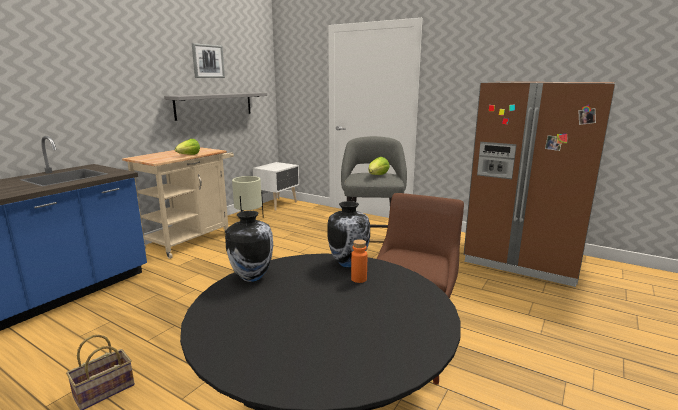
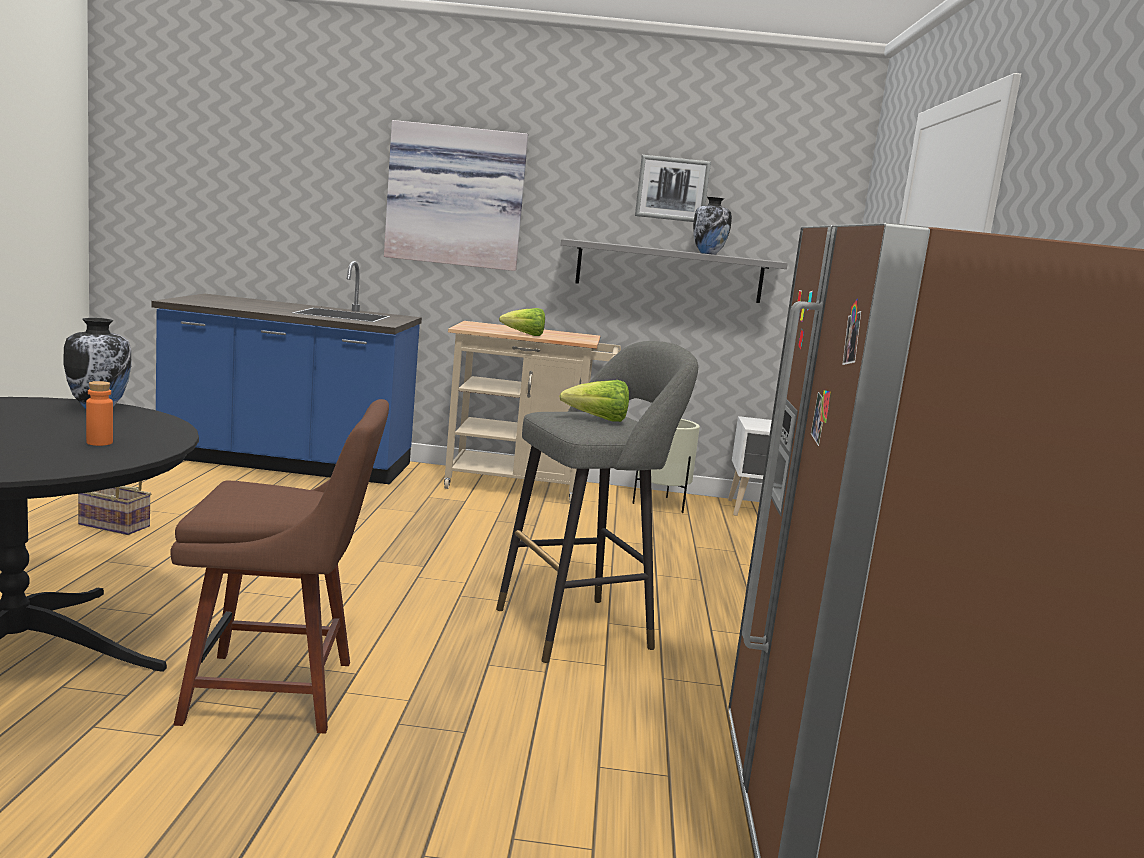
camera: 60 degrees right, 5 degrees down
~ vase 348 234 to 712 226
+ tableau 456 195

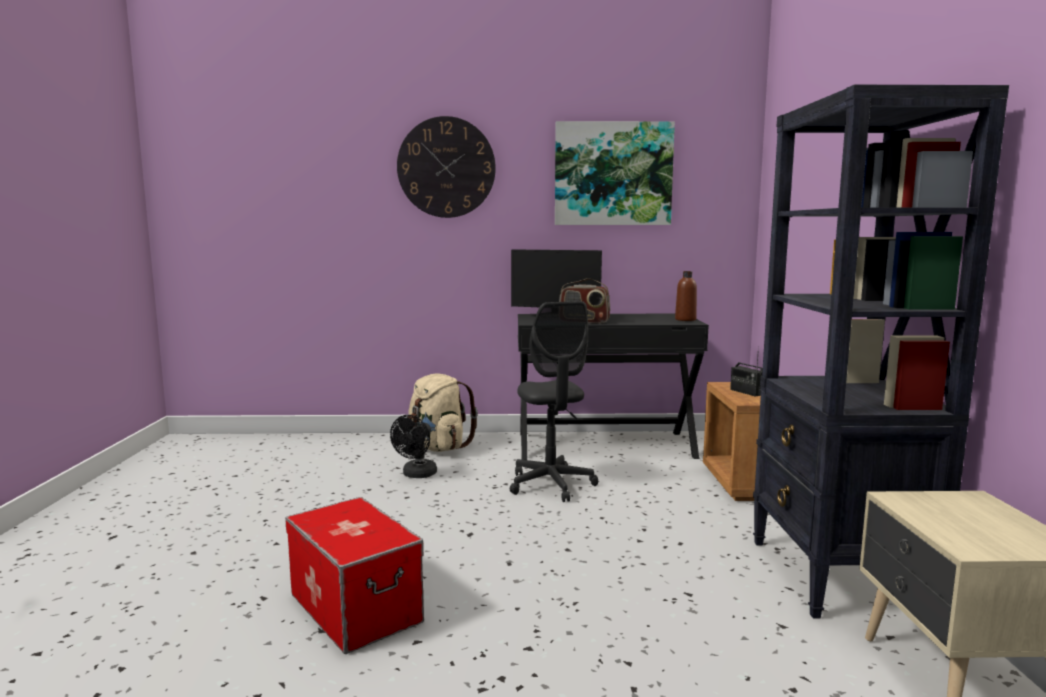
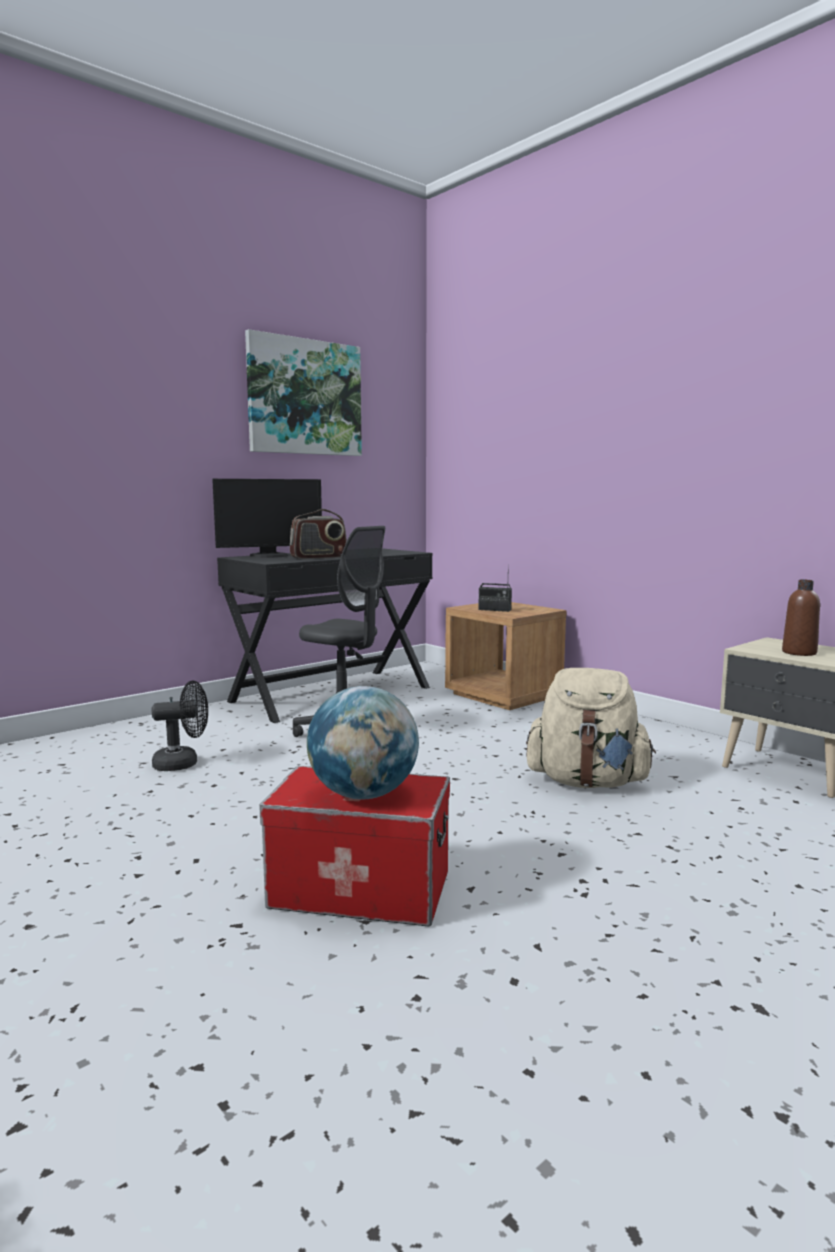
camera: 40 degrees left, 0 degrees up
~ ventilateur [noir] 413 446 = 180 726 90 degrees counterclockwise
- horloge murale 446 167
~ sac à dos [beige] 443 412 to 591 728
~ bouteille [marron] 686 296 to 801 618
- bibliothèque [noir] 881 351
+ globe 363 743

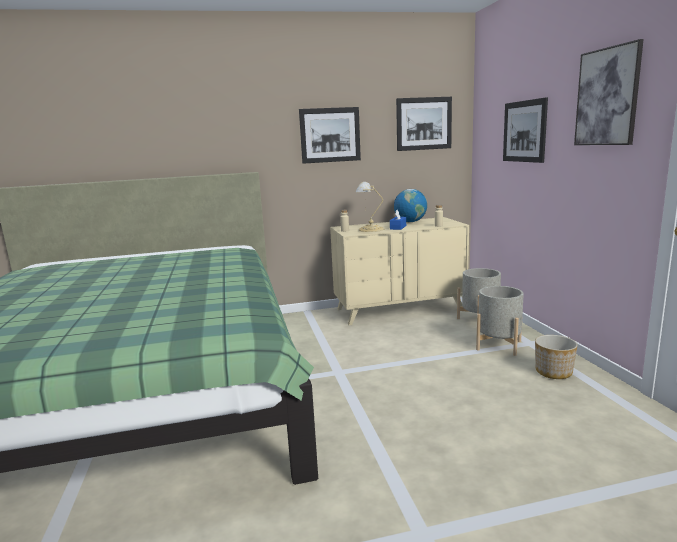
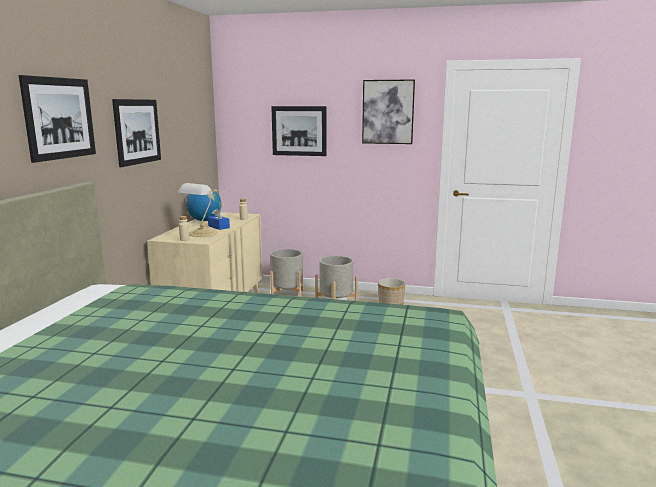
camera: 65 degrees left, 0 degrees up
~ tableau 424 124 to 57 119

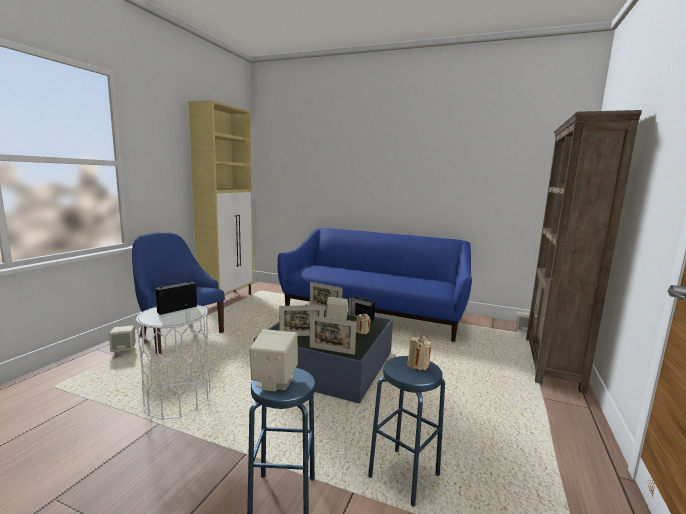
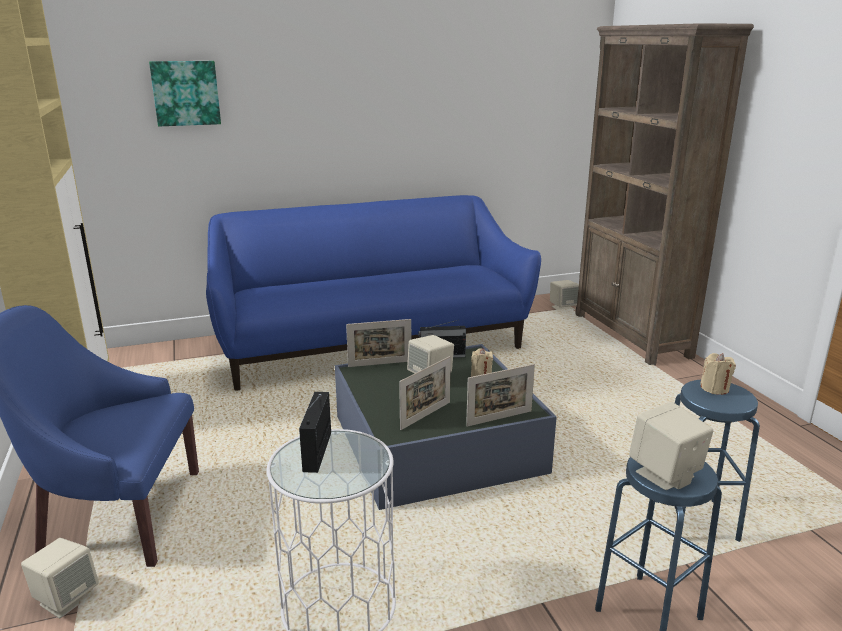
camera: 40 degrees left, 10 degrees up
+ tableau 185 93

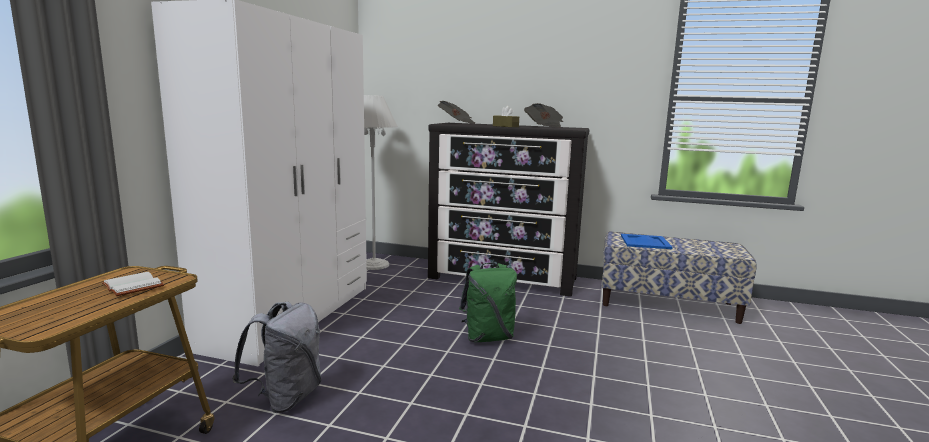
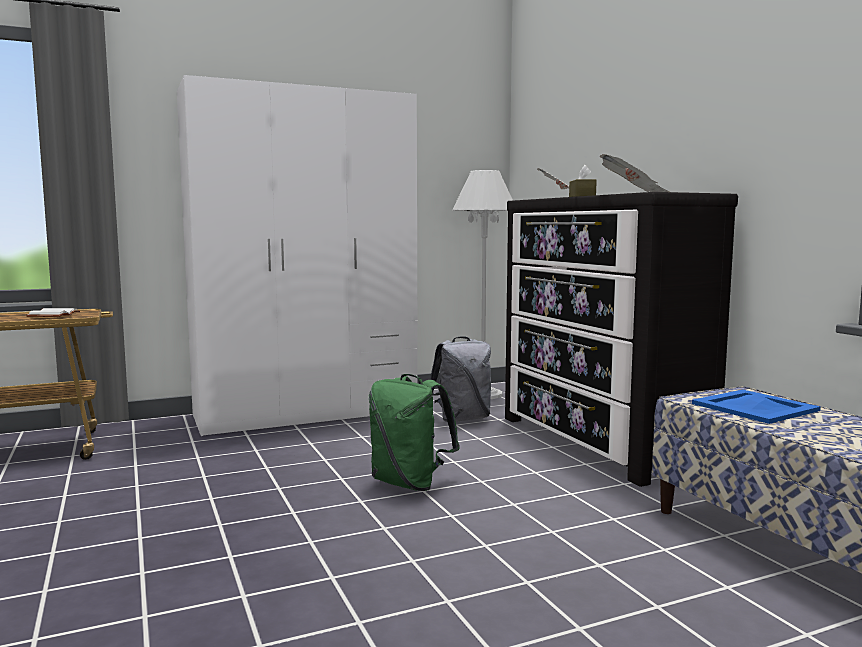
camera: 50 degrees right, 5 degrees down
~ sac à dos [gris] 277 357 to 460 379

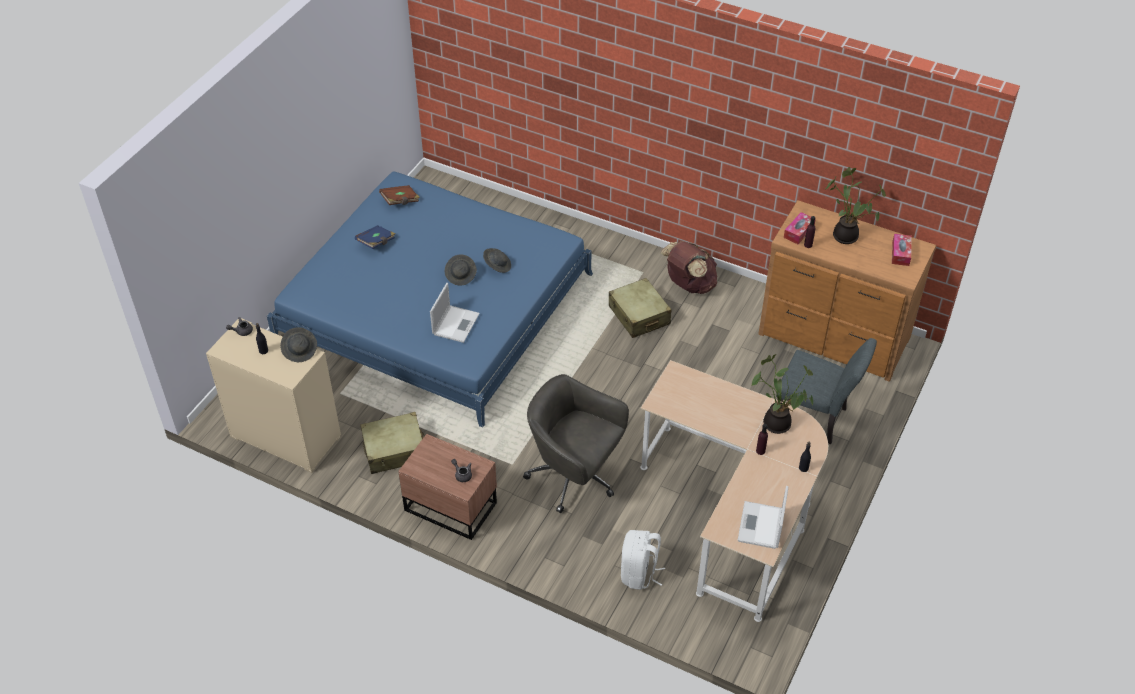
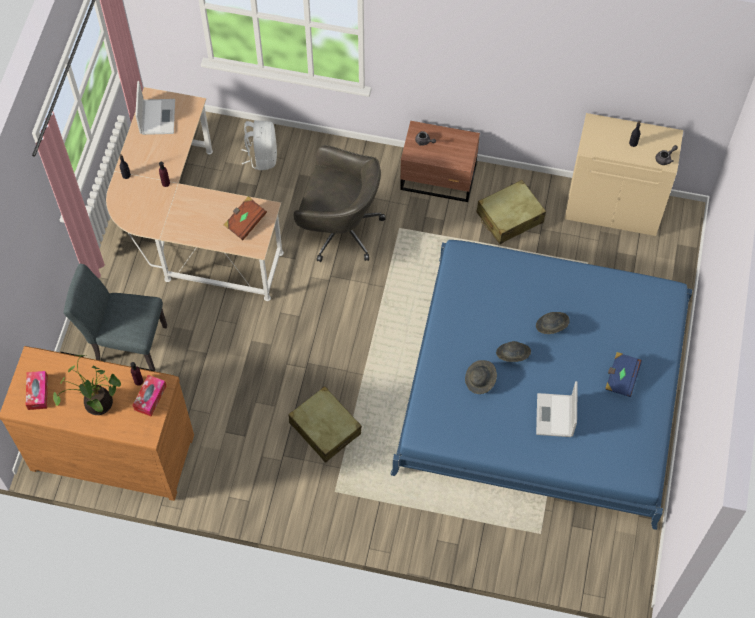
camera: 165 degrees right, 15 degrees up
~ chapeau [gris] 298 344 to 553 323
~ livre [marron] 399 195 to 245 218
~ ordinateur portable 455 313 to 557 409
- sac à dos [marron] 689 267
- plante en pot 782 394

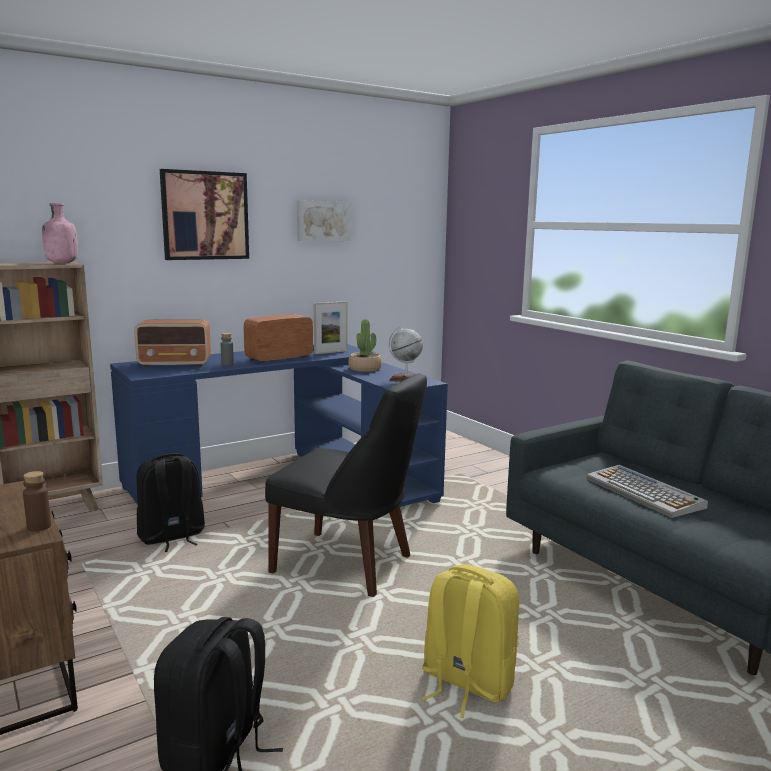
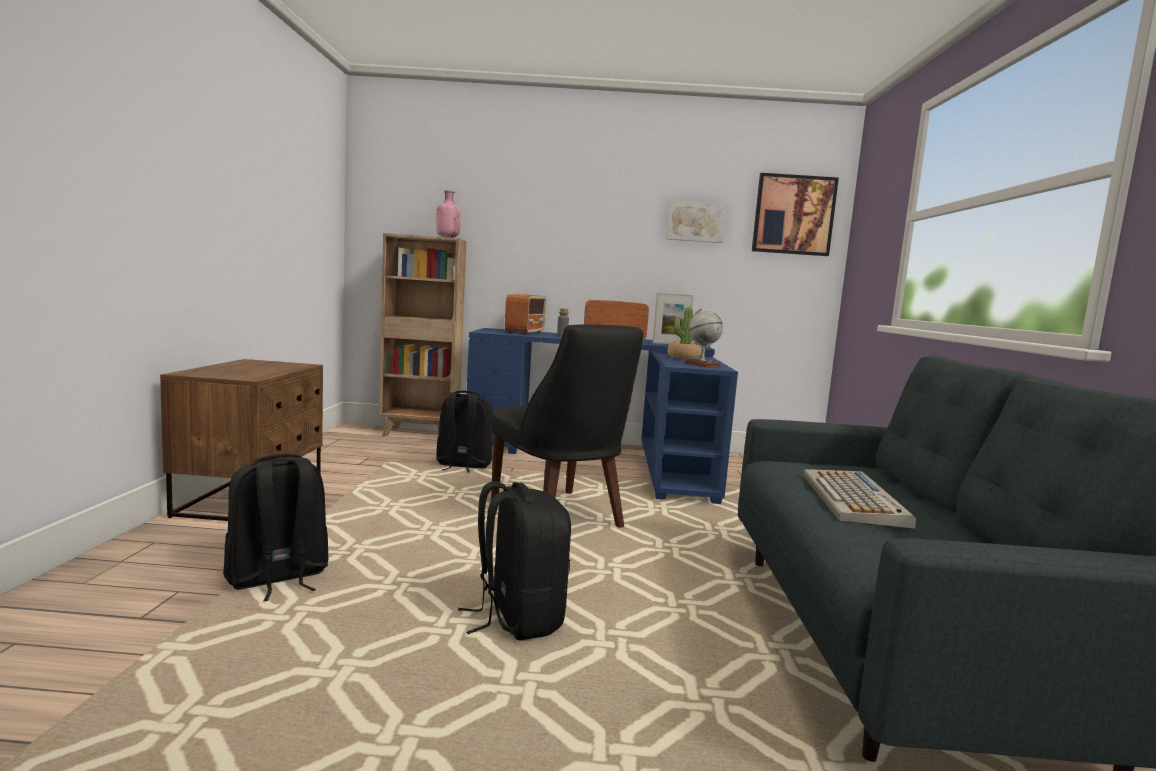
camera: 35 degrees right, 5 degrees down
- bouteille [marron] 37 501
~ radio 172 343 = 525 314 105 degrees counterclockwise
~ tableau 204 214 to 795 214
~ sac à dos [jaune] 470 641 to sac à dos [noir] 514 560

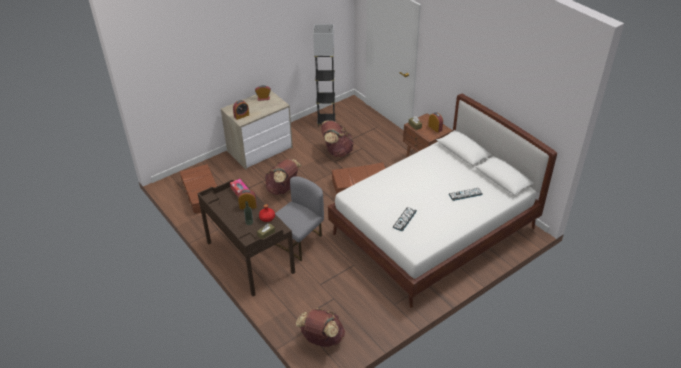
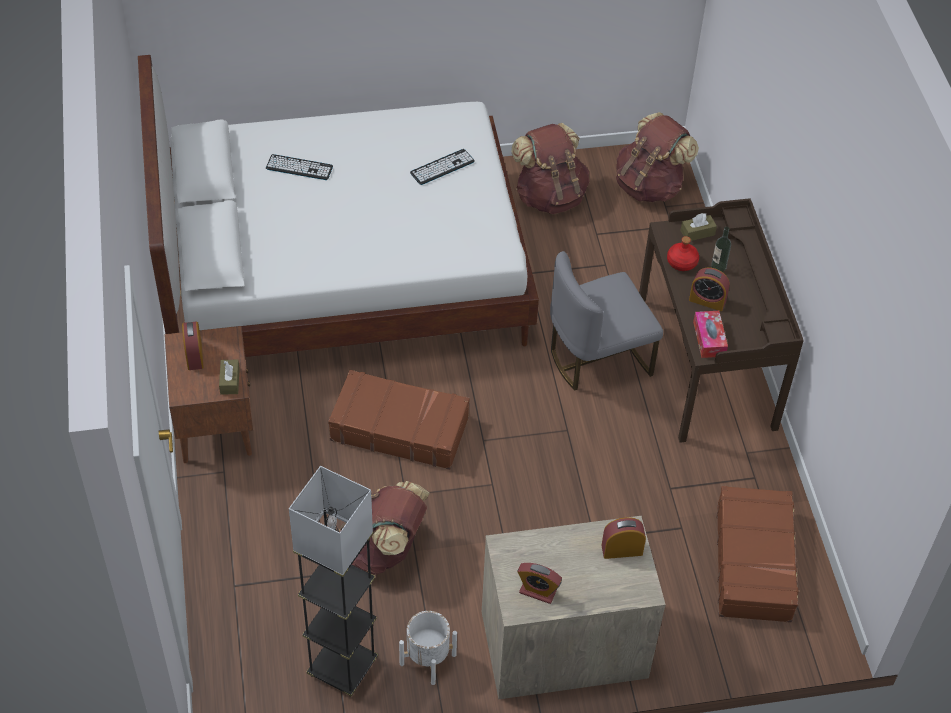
camera: 155 degrees left, 10 degrees up
~ sac à dos [marron] 283 177 to 550 168
+ cache-pot [blanc] 428 648

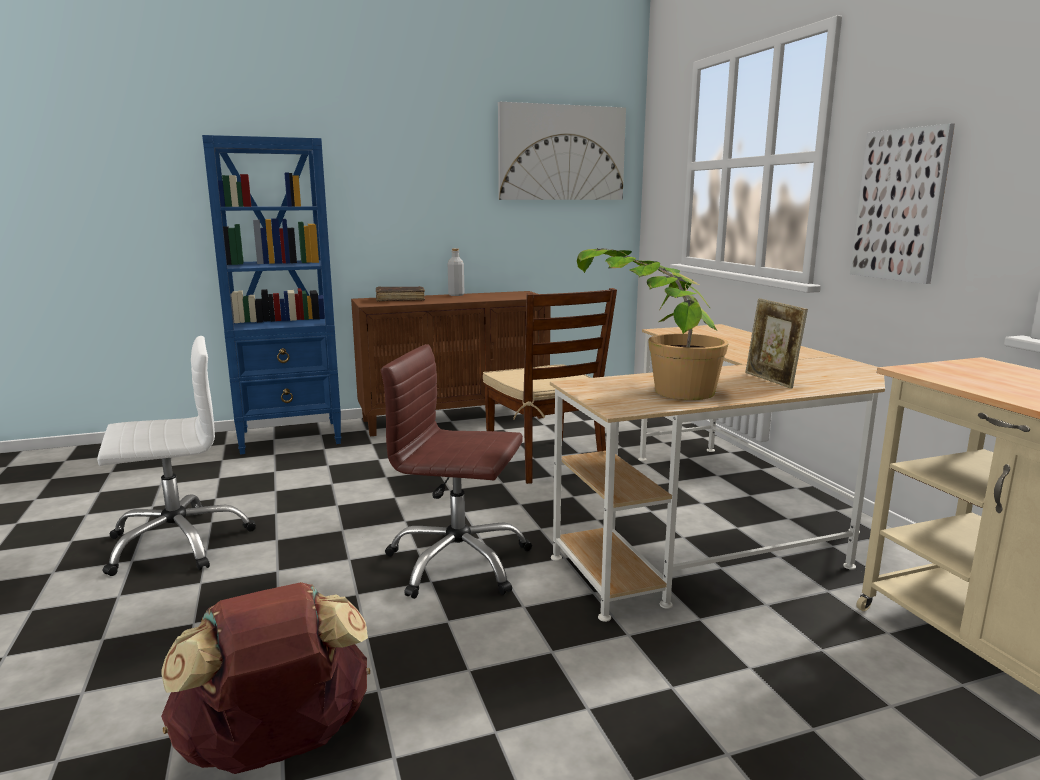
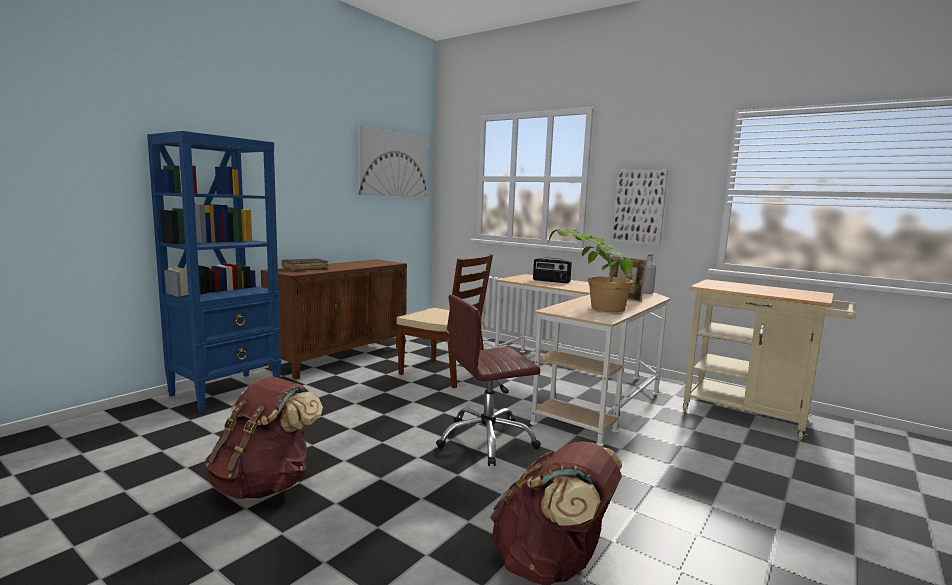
camera: 35 degrees left, 5 degrees down
~ chaise de bureau [blanc] 176 456 to sac à dos [marron] 264 437
~ bouteille [gris] 456 272 to 649 274
+ radio 552 270

